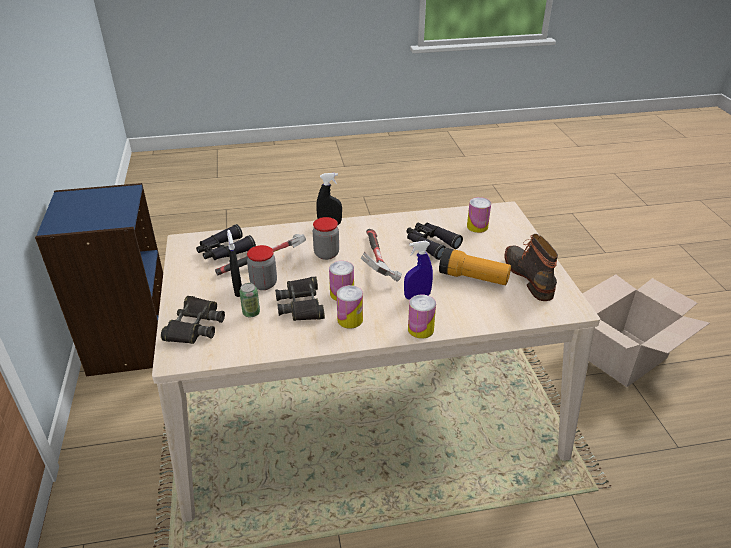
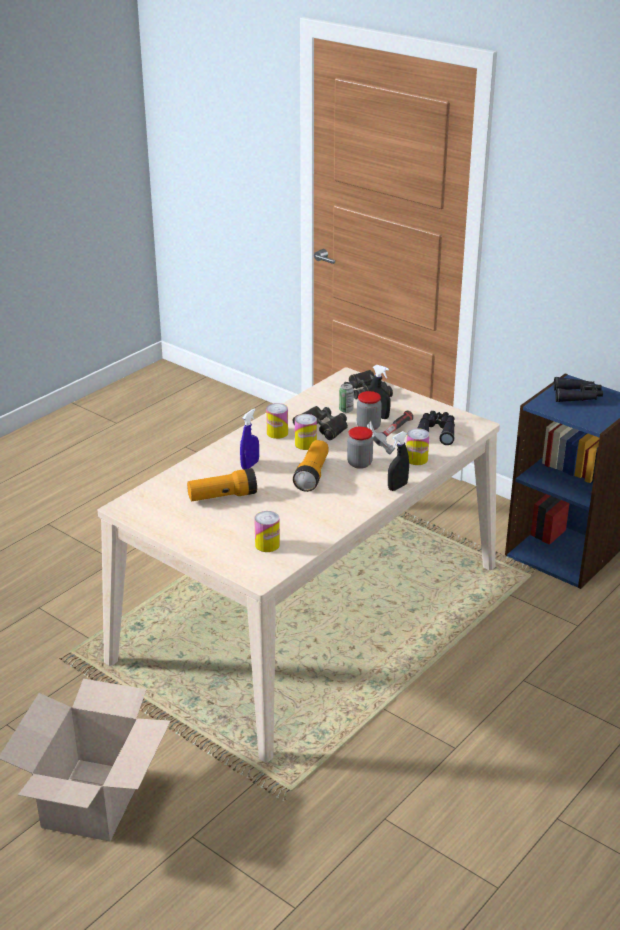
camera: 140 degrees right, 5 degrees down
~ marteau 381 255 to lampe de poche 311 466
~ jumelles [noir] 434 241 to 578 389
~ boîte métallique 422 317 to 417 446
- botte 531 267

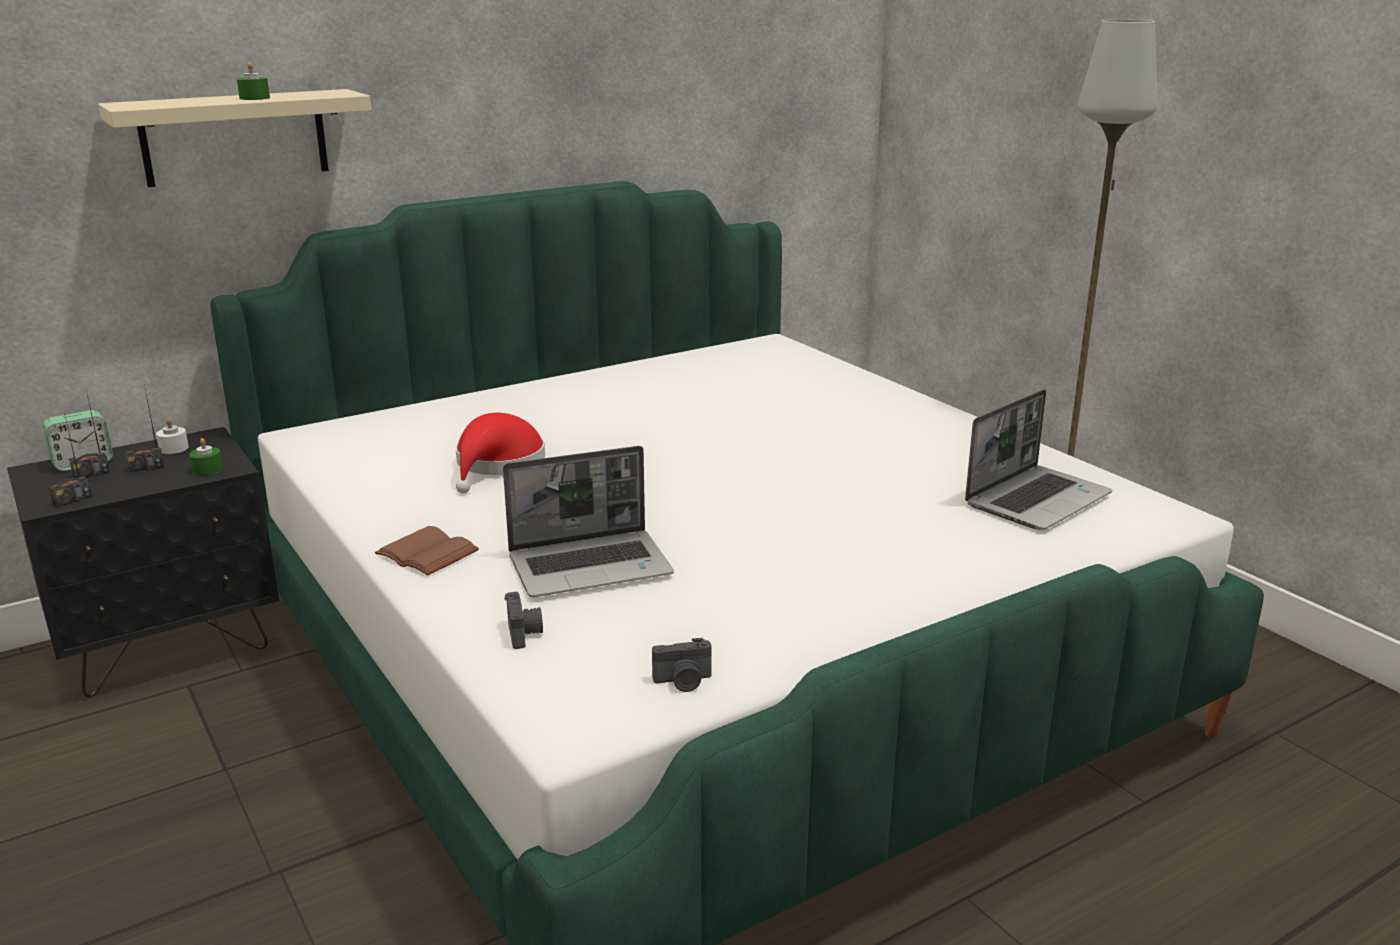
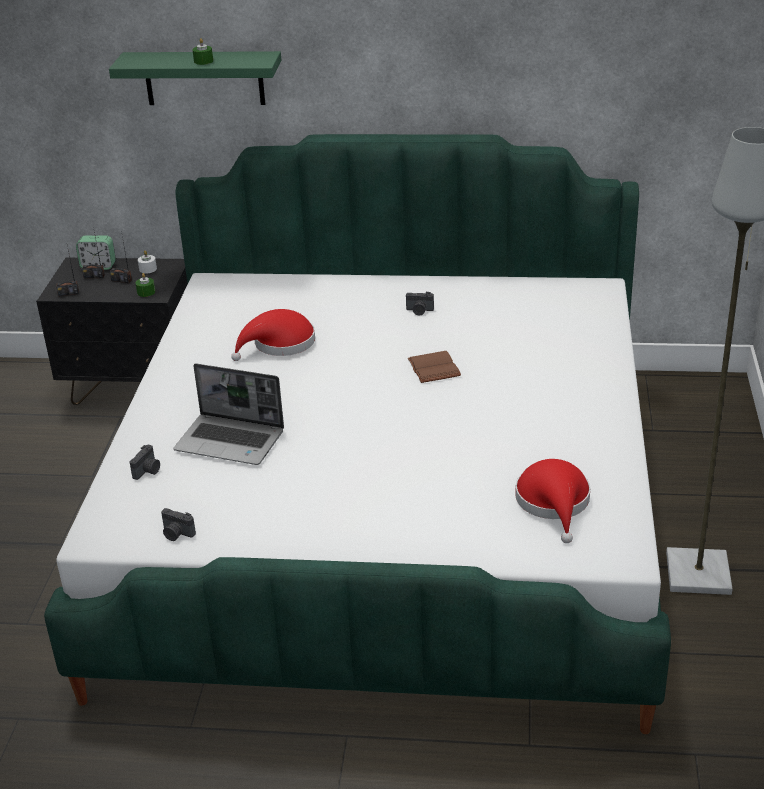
camera: 40 degrees right, 10 degrees up
~ étagère [beige] 234 138 to étagère [vert] 195 78
~ livre [marron] 427 551 to 434 367
~ ordinateur portable 1038 459 to chapeau [rouge] 552 501
+ appareil photo 420 303

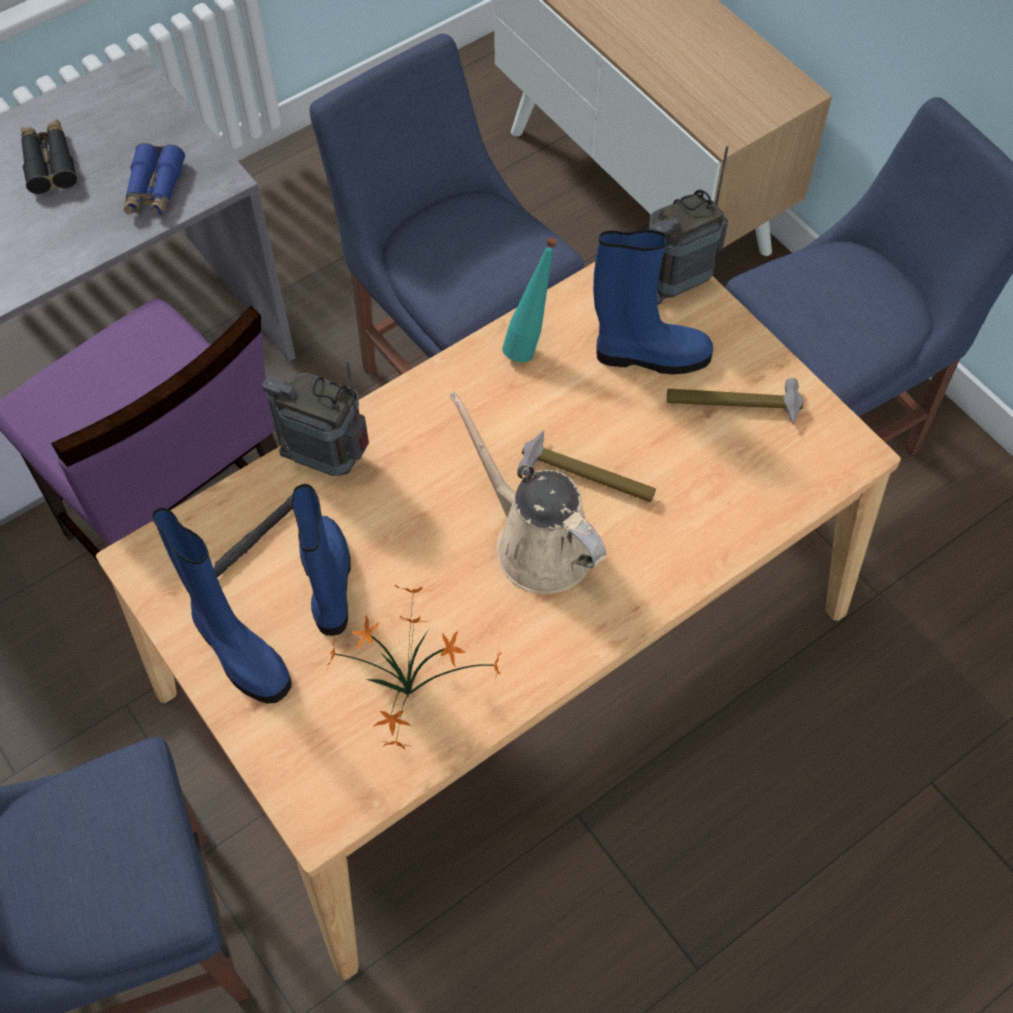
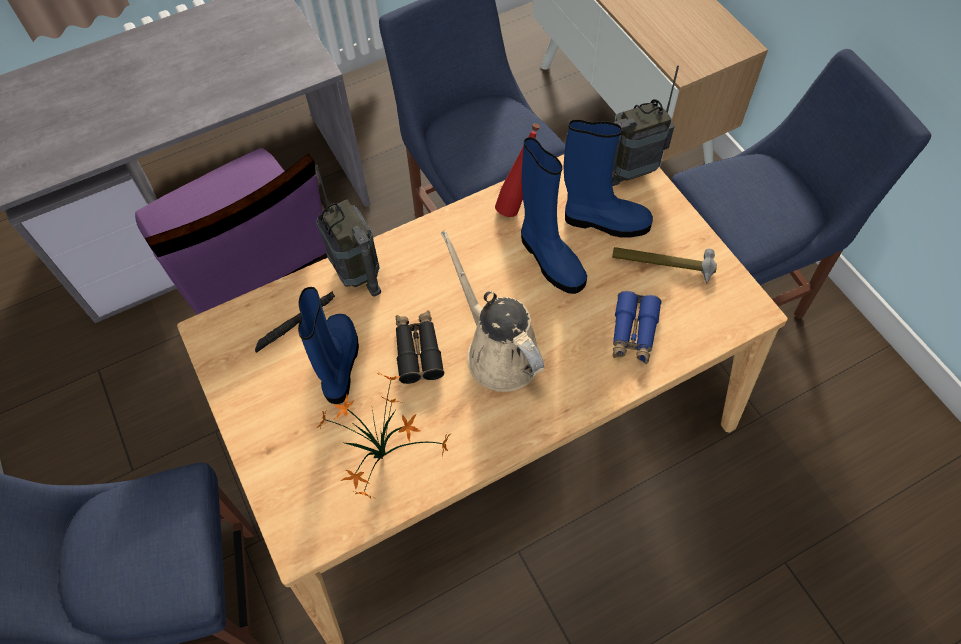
camera: 10 degrees right, 0 degrees up
~ jumelles [noir] 49 157 to 420 347
~ jumelles [bleu] 154 179 to 637 327
~ botte [bleu] 222 605 to 554 215
~ radio 315 418 = 348 231 150 degrees counterclockwise
~ bouteille [turquoise] 529 299 to bouteille [rouge] 517 170
- marteau 587 466

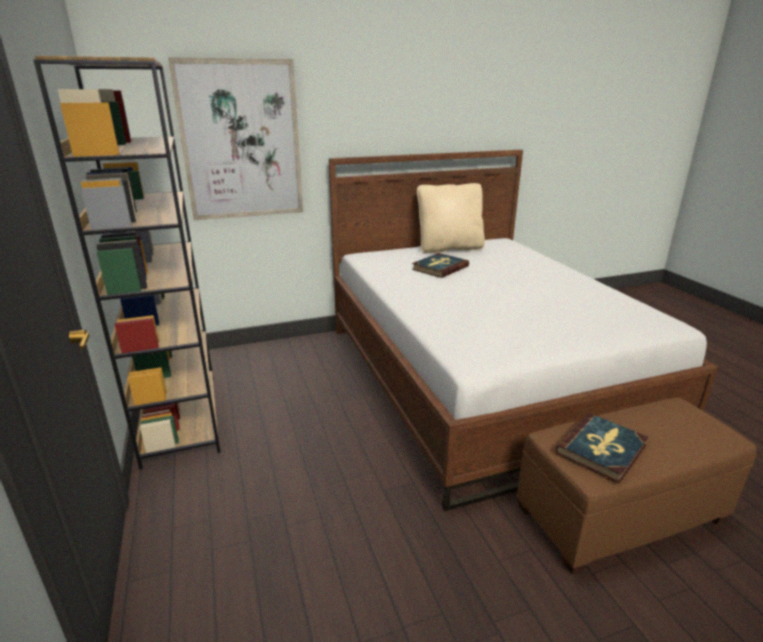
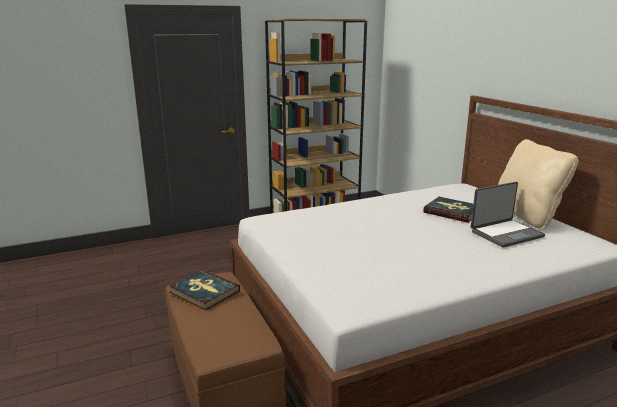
camera: 85 degrees right, 5 degrees down
- tableau 235 138
+ ordinateur portable 508 215

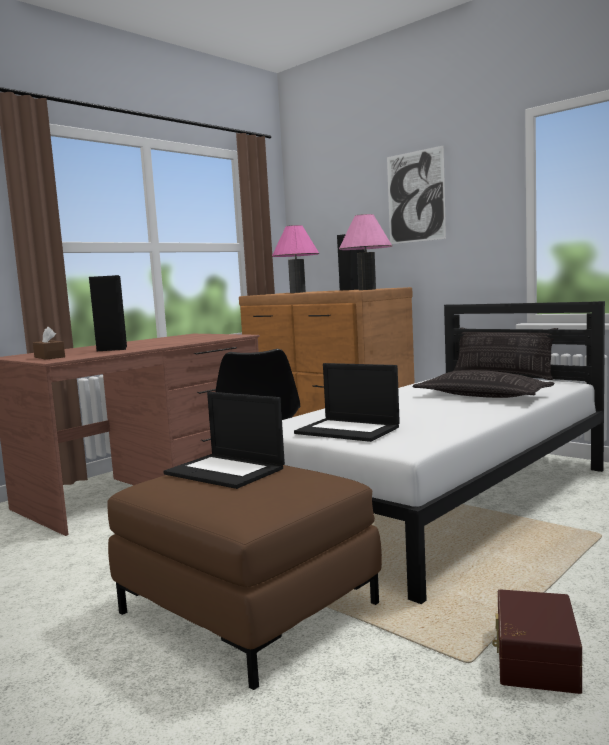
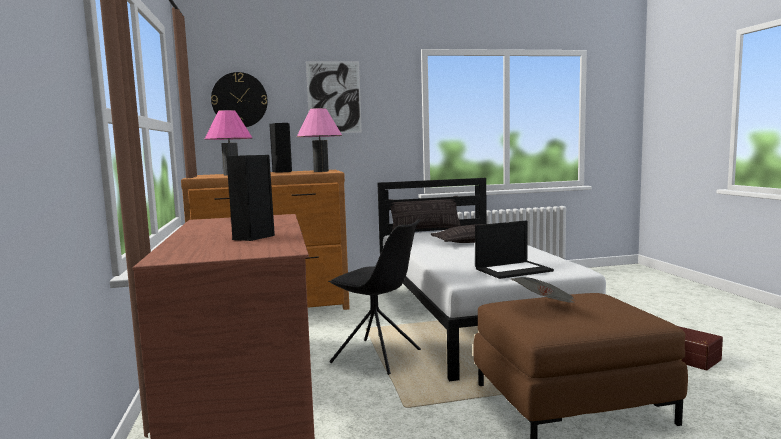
camera: 55 degrees left, 0 degrees up
- boîte à mouchoirs [marron] 49 343
~ ordinateur portable 224 440 to journal 543 290
+ horloge murale 239 99

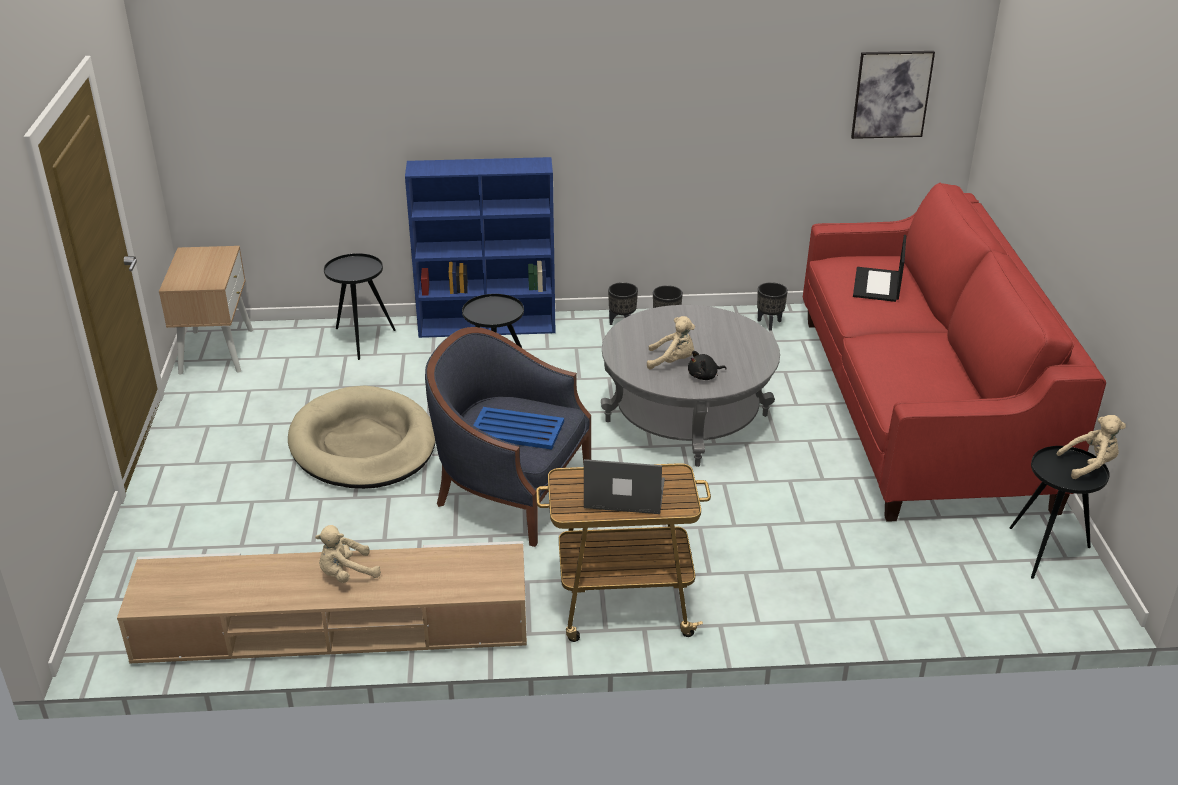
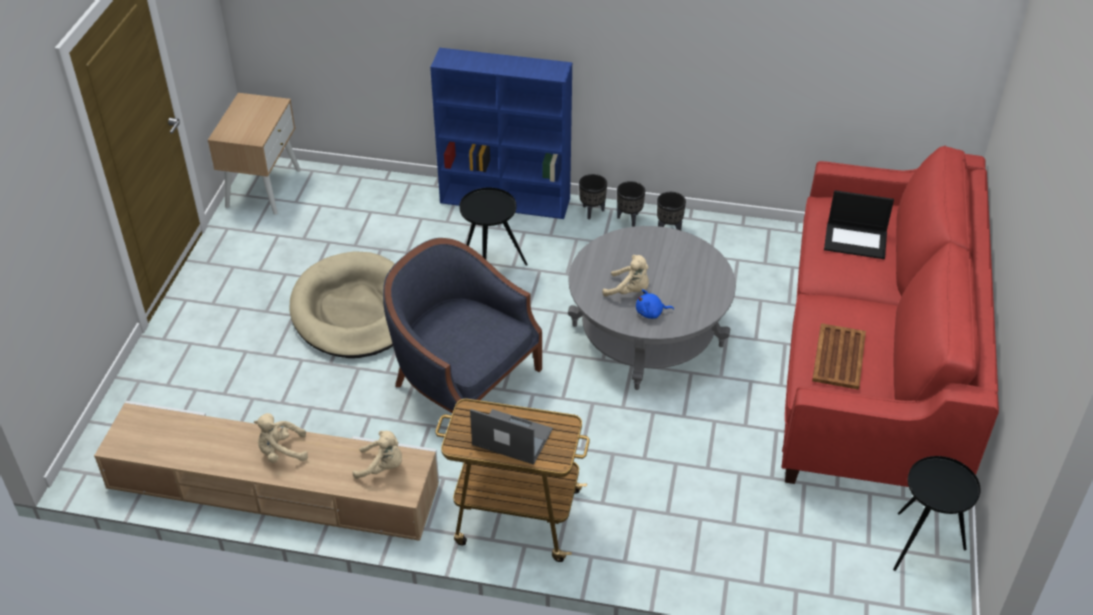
camera: 15 degrees right, 10 degrees up
- table d'appoint [noir] 360 306
- plateau [bleu] 518 428
~ peluche [noir] 707 365 to peluche [bleu] 655 304
~ cache-pot [noir] 772 306 to 593 196
- tableau 893 95
~ ordinateur portable 879 268 = 859 224 105 degrees counterclockwise
~ peluche [beige] 1091 447 to 377 455
+ plateau [marron] 839 356

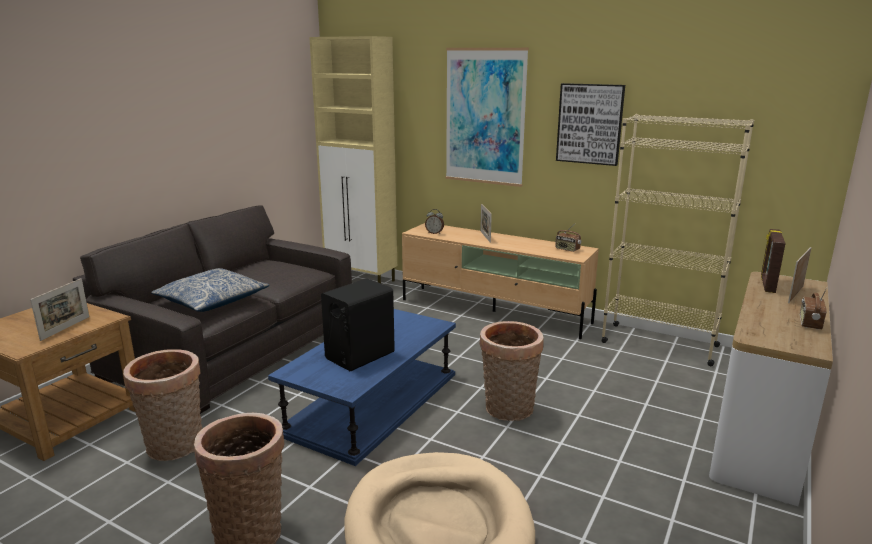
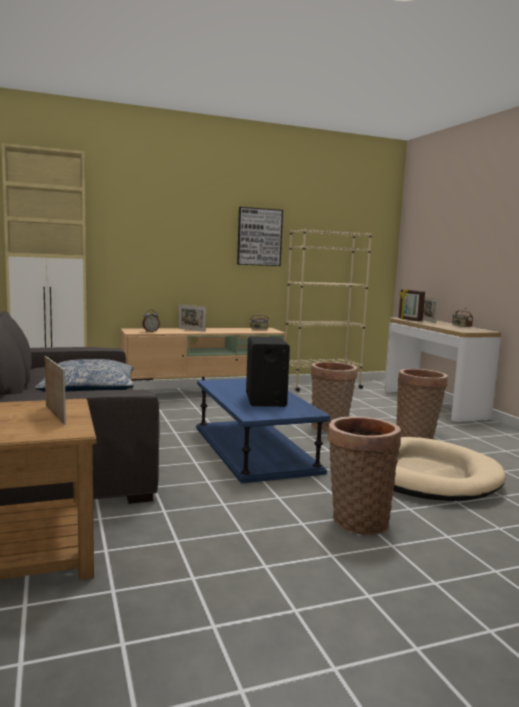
camera: 50 degrees left, 10 degrees down
~ panier 162 405 to 422 404
- tableau 487 117

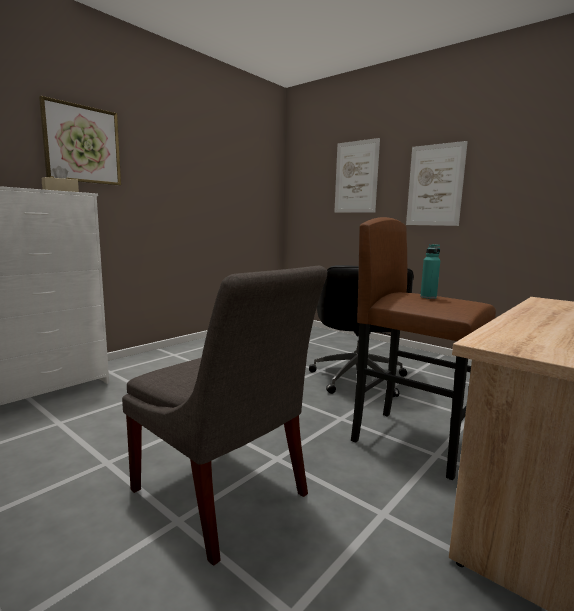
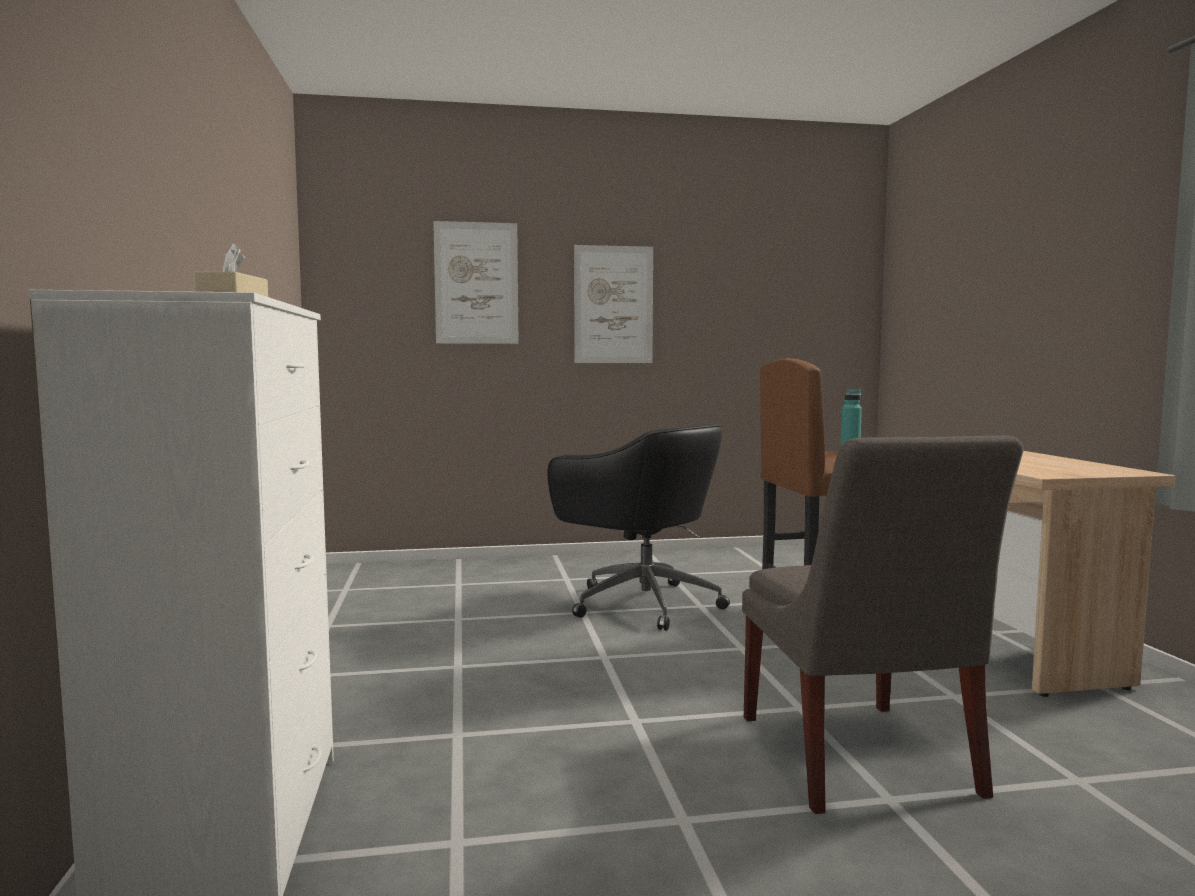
camera: 50 degrees left, 5 degrees down
- tableau 80 141
~ chaise [gris] 224 415 = 883 624 90 degrees clockwise

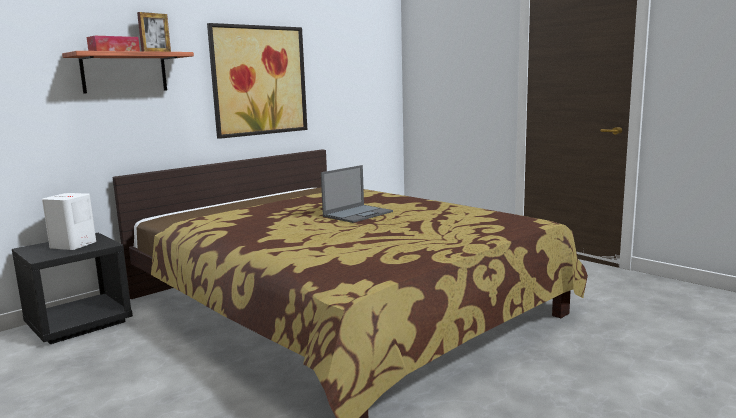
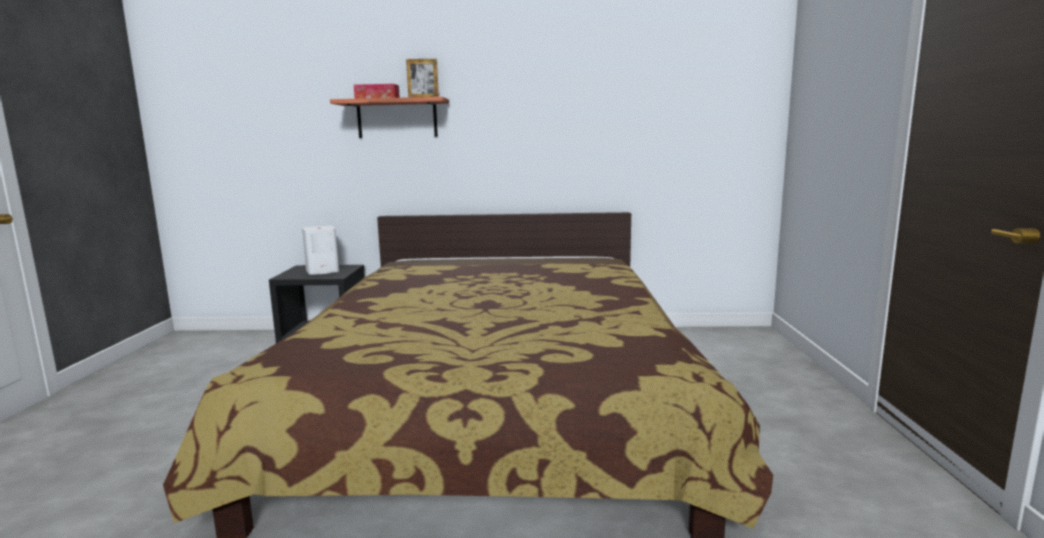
camera: 45 degrees right, 0 degrees up
- tableau 257 81
- ordinateur portable 357 194

